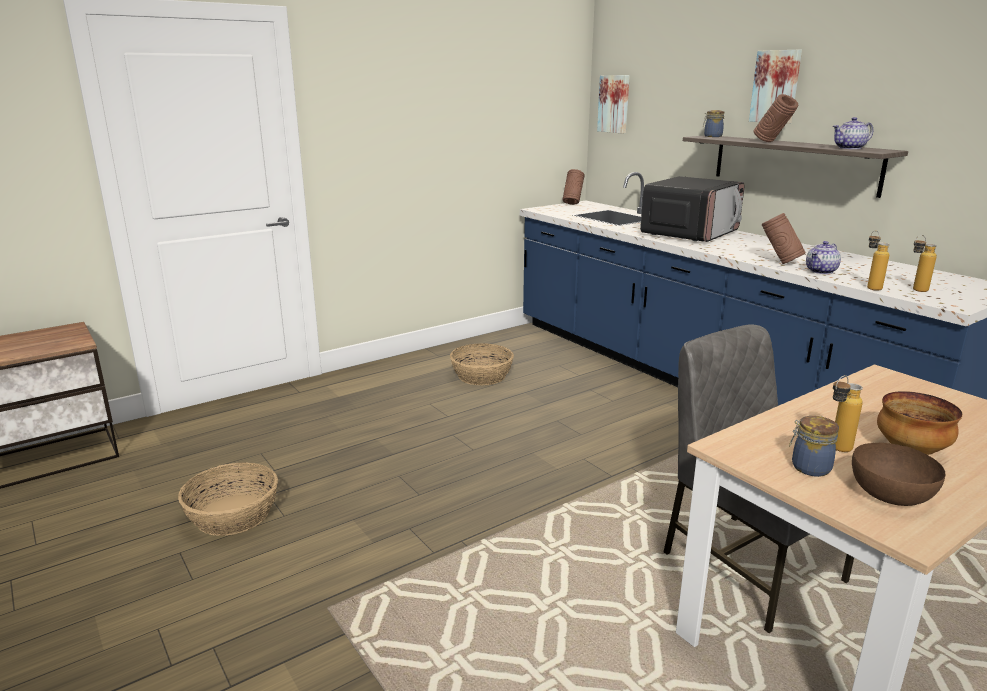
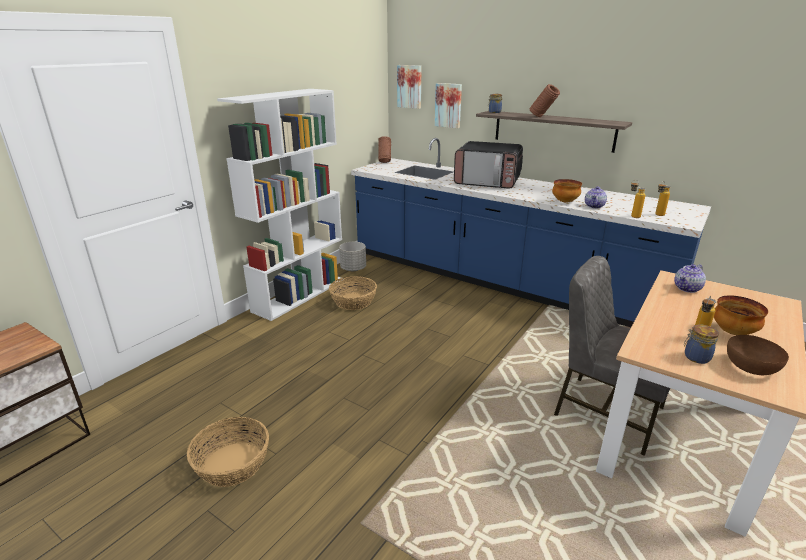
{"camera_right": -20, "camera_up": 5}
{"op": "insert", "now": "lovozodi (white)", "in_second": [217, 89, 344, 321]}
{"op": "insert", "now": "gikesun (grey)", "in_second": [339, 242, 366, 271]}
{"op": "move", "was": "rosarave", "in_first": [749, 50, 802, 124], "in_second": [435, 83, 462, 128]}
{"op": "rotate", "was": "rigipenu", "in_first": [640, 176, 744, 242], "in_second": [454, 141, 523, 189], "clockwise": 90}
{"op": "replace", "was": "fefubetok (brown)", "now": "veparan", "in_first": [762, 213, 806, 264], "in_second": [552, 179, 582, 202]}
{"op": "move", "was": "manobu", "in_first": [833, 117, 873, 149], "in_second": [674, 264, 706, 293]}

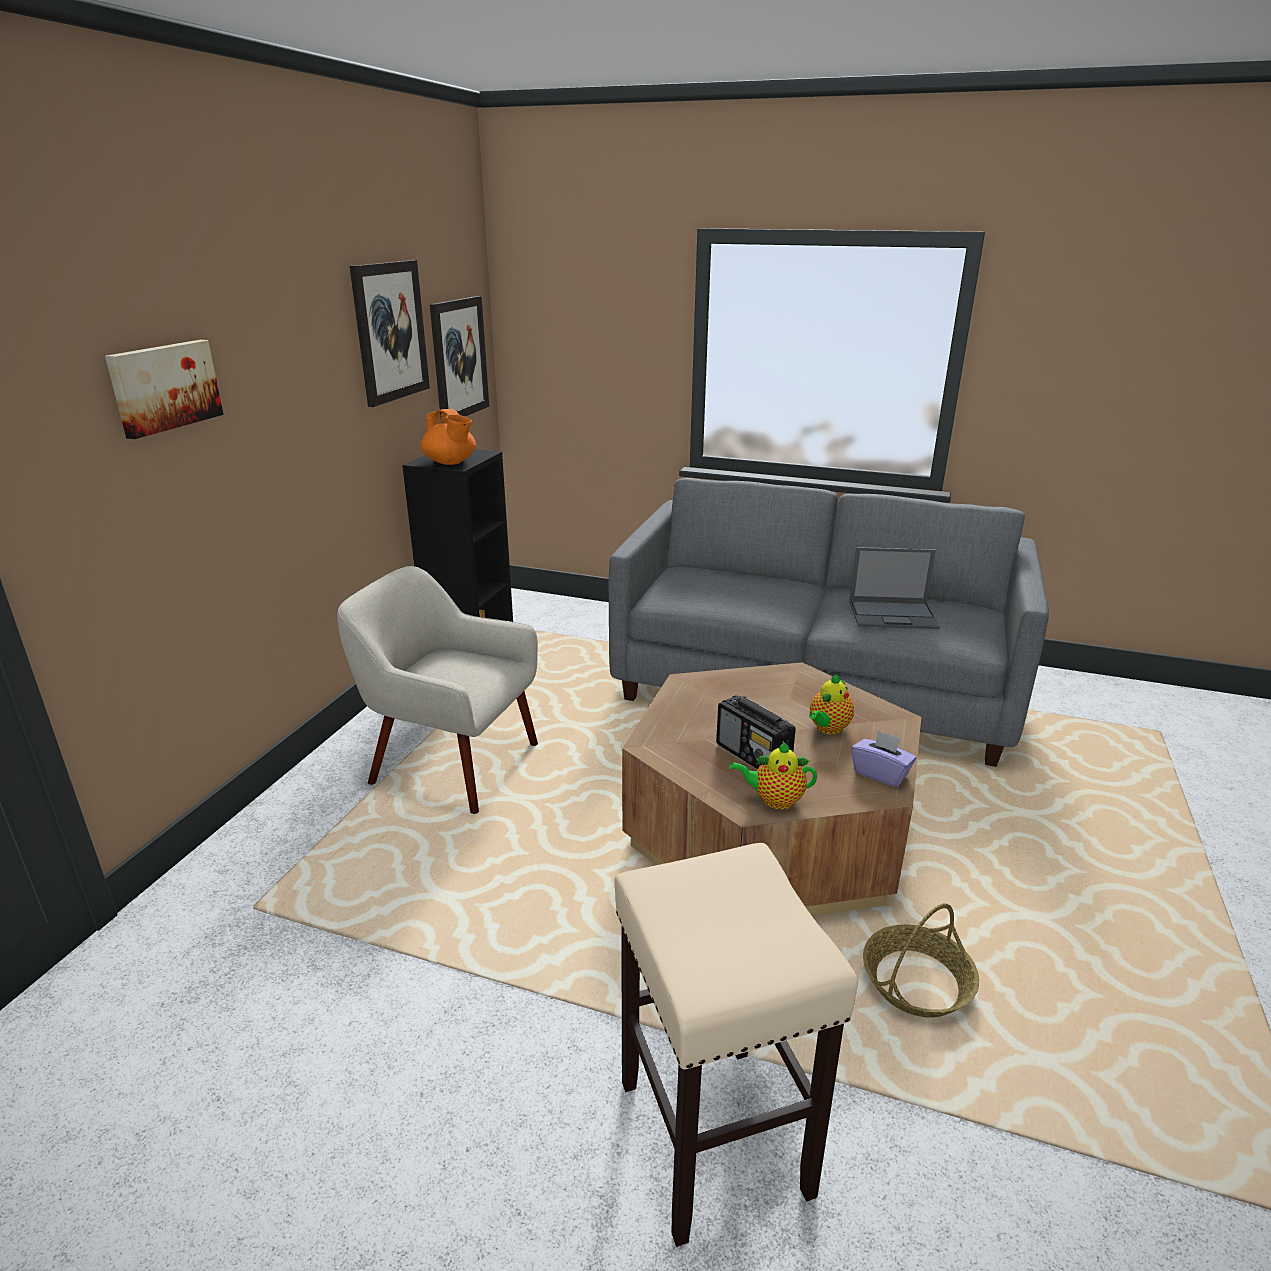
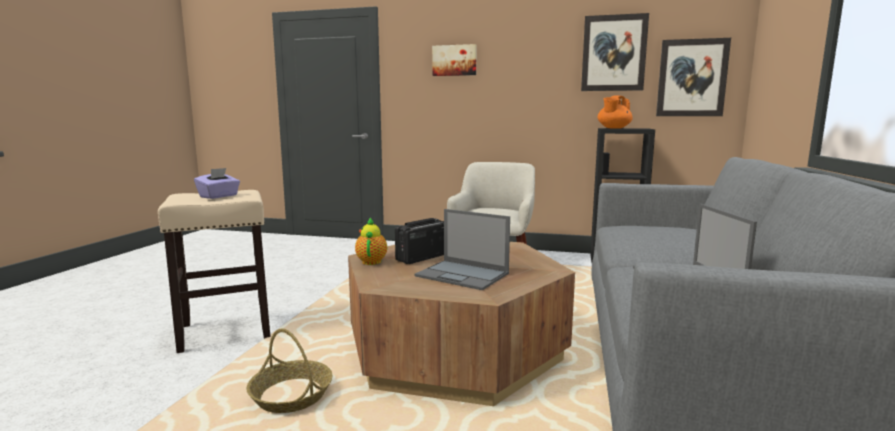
{"camera_right": 85, "camera_up": -15}
{"op": "move", "was": "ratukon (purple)", "in_first": [851, 730, 916, 787], "in_second": [194, 168, 240, 199]}
{"op": "replace", "was": "manobu", "now": "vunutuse", "in_first": [809, 674, 854, 735], "in_second": [415, 209, 510, 290]}

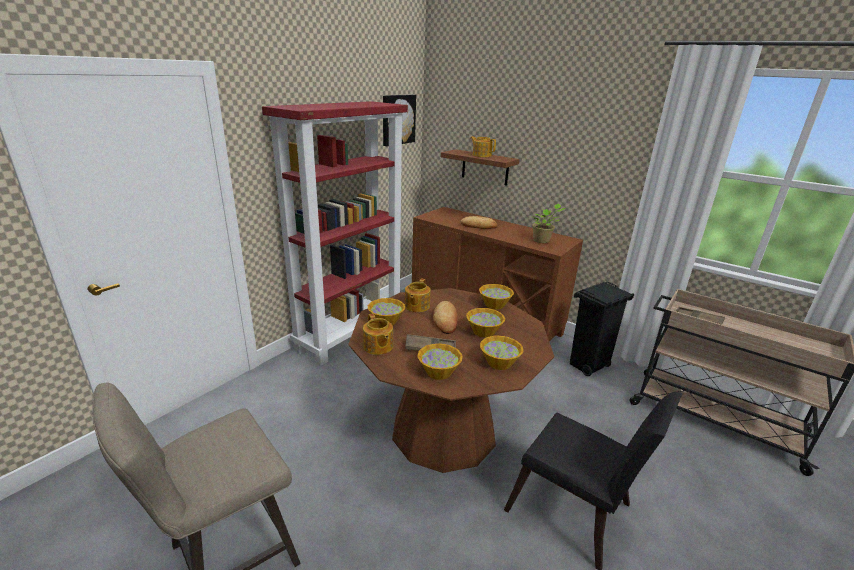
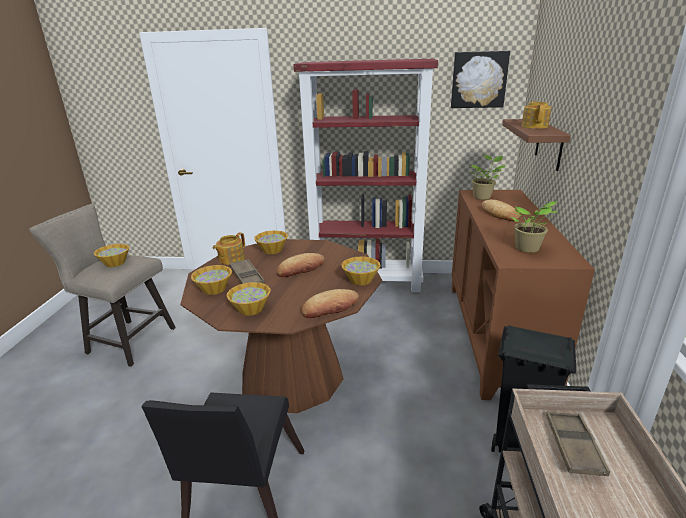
{"camera_right": 60, "camera_up": 0}
{"op": "move", "was": "veparan", "in_first": [466, 308, 505, 337], "in_second": [94, 244, 129, 267]}
{"op": "insert", "now": "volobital", "in_second": [301, 289, 359, 318]}
{"op": "insert", "now": "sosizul", "in_second": [470, 155, 505, 200]}
{"op": "delete", "was": "manobu", "in_first": [405, 278, 430, 312]}

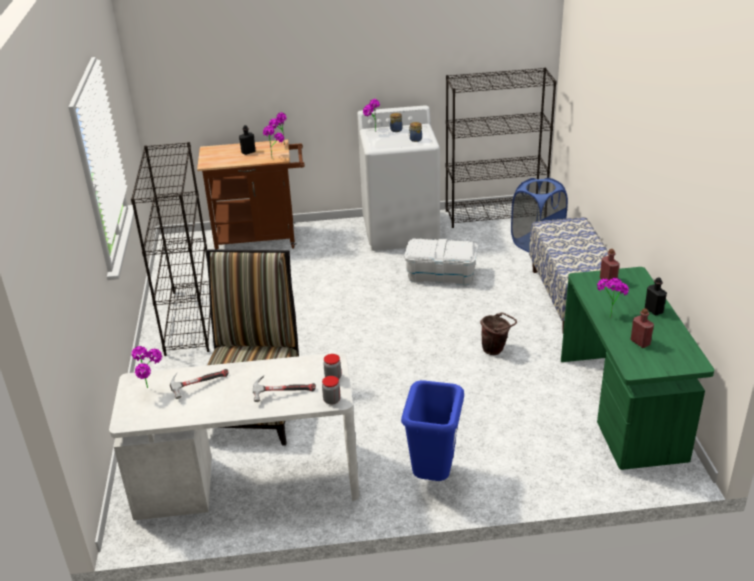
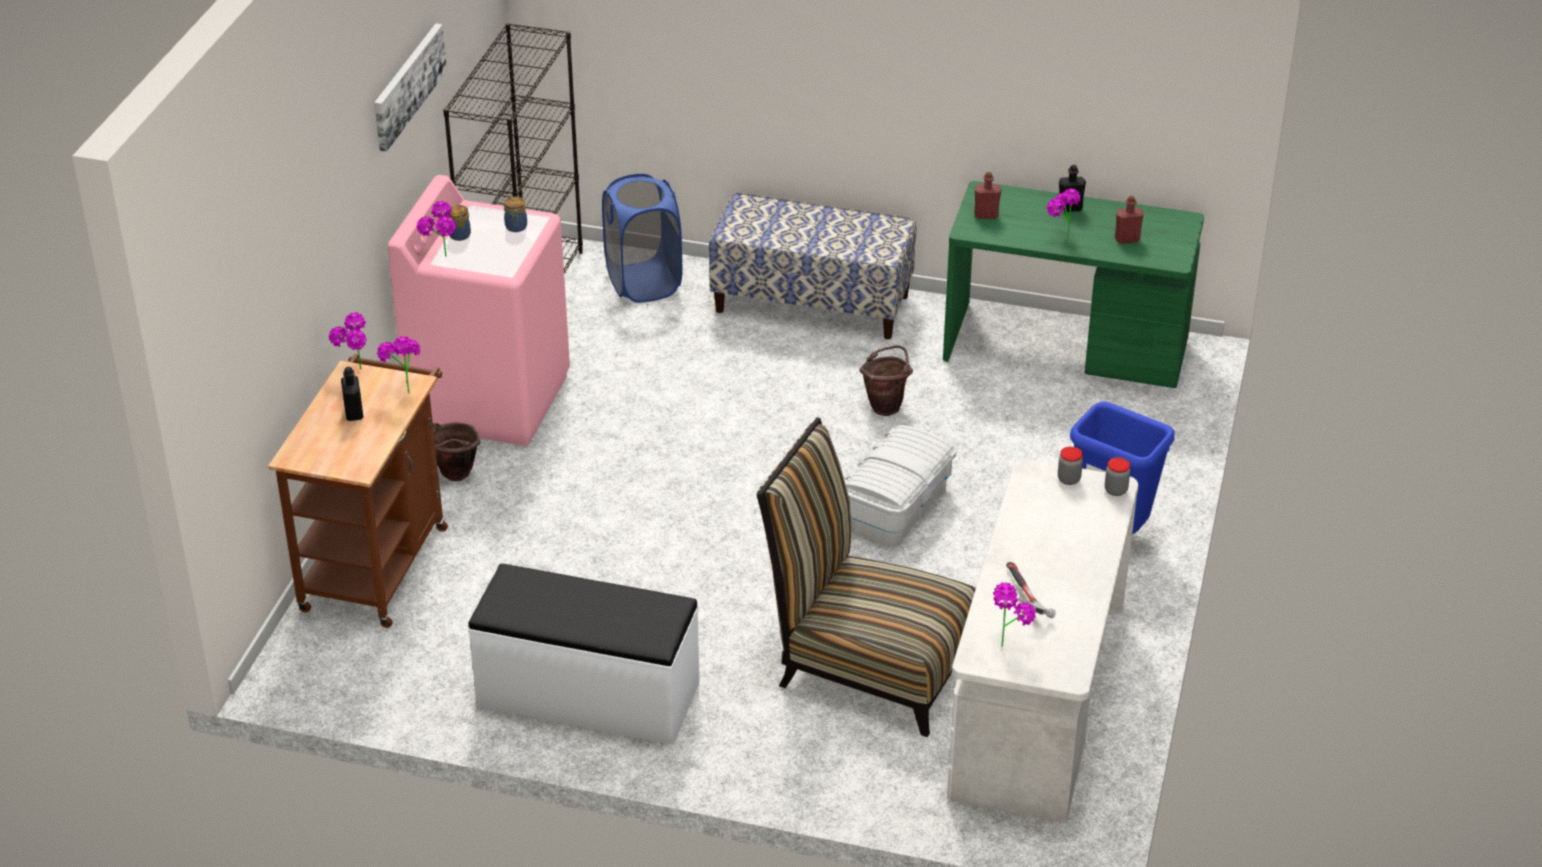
{"camera_right": -70, "camera_up": 5}
{"op": "insert", "now": "rosarave", "in_second": [374, 24, 447, 152]}
{"op": "recolor", "was": "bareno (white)", "now": "bareno (pink)", "in_first": [357, 105, 440, 251], "in_second": [388, 175, 570, 446]}
{"op": "insert", "now": "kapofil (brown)", "in_second": [433, 423, 480, 481]}
{"op": "replace", "was": "lovozodi (black)", "now": "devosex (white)", "in_first": [131, 142, 211, 356], "in_second": [468, 564, 700, 745]}
{"op": "move", "was": "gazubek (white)", "in_first": [404, 238, 478, 285], "in_second": [844, 425, 956, 546]}
{"op": "delete", "was": "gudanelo", "in_first": [253, 376, 316, 402]}

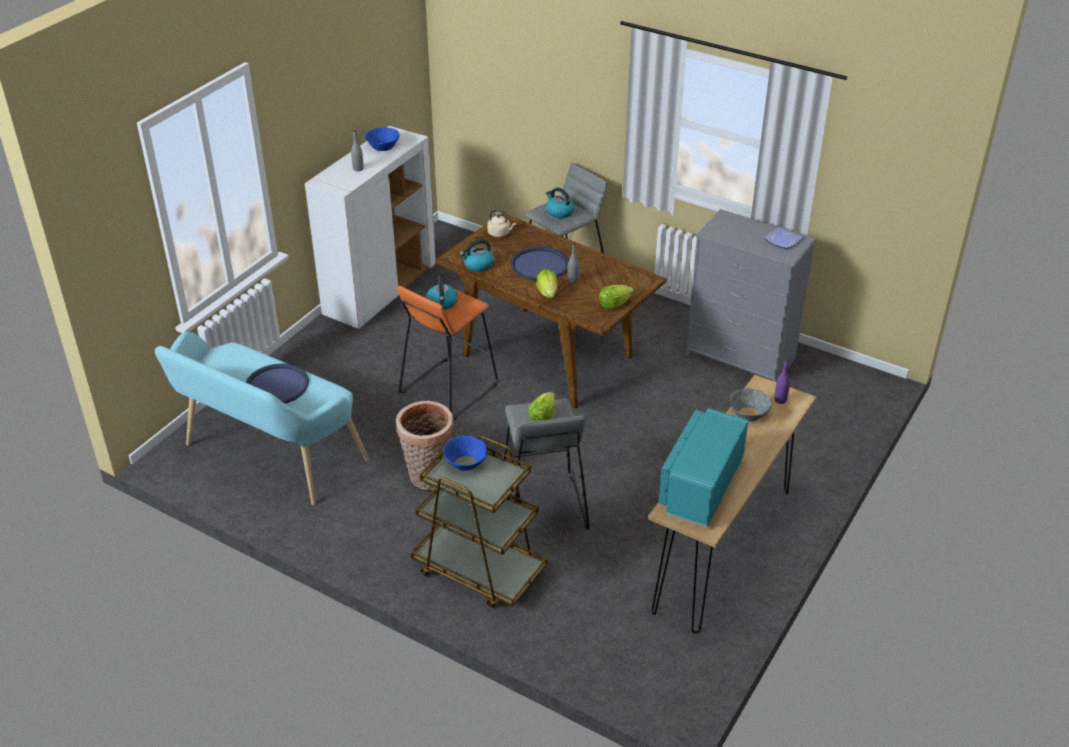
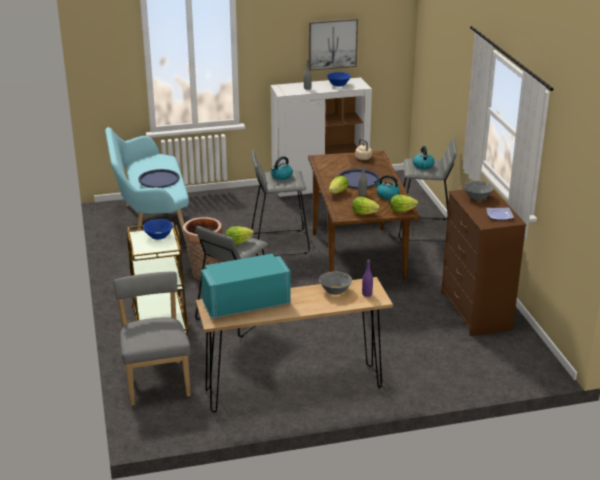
{"camera_right": 45, "camera_up": -10}
{"op": "insert", "now": "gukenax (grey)", "in_second": [113, 272, 191, 405]}
{"op": "recolor", "was": "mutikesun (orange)", "now": "mutikesun (grey)", "in_first": [397, 286, 498, 420], "in_second": [251, 150, 310, 256]}
{"op": "insert", "now": "rosarave", "in_second": [309, 18, 358, 71]}
{"op": "move", "was": "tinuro", "in_first": [459, 239, 494, 272], "in_second": [374, 175, 400, 200]}
{"op": "insert", "now": "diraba", "in_second": [390, 195, 418, 212]}
{"op": "recolor", "was": "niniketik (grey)", "now": "niniketik (brown)", "in_first": [686, 209, 816, 382], "in_second": [441, 189, 526, 336]}
{"op": "insert", "now": "veparan (grey)", "in_second": [464, 181, 494, 200]}

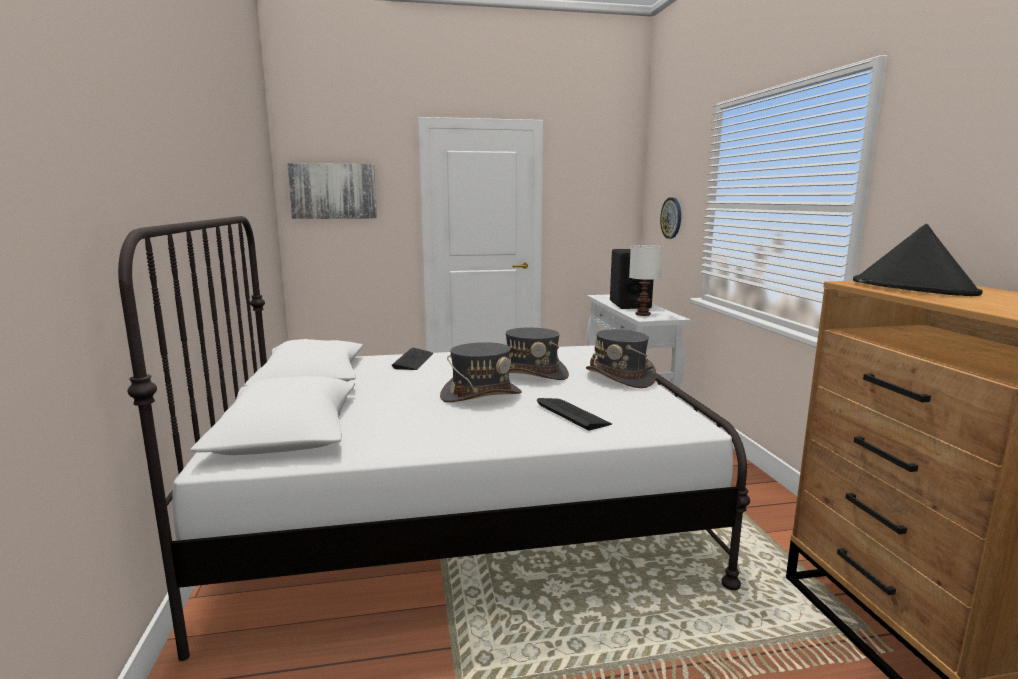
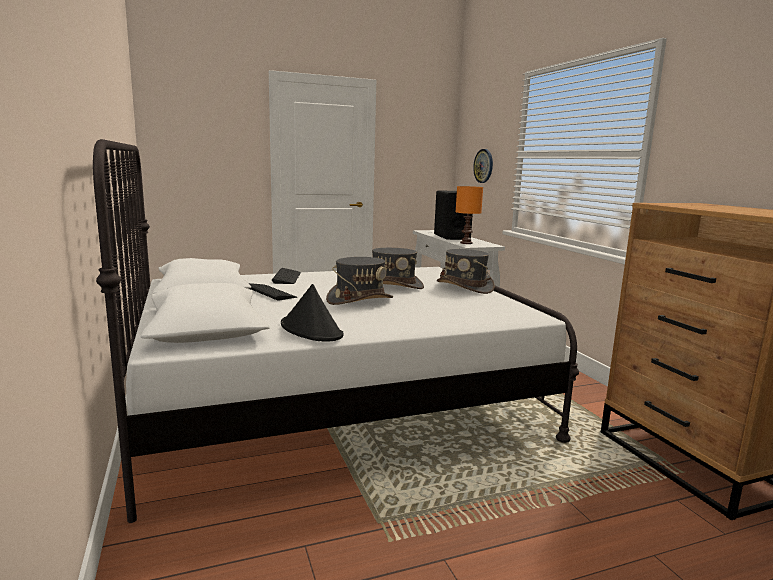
{"camera_right": -10, "camera_up": 0}
{"op": "move", "was": "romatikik", "in_first": [537, 398, 612, 430], "in_second": [249, 283, 297, 301]}
{"op": "move", "was": "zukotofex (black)", "in_first": [853, 224, 983, 296], "in_second": [281, 284, 343, 342]}
{"op": "recolor", "was": "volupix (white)", "now": "volupix (orange)", "in_first": [629, 245, 663, 316], "in_second": [456, 186, 483, 244]}
{"op": "delete", "was": "rosarave", "in_first": [287, 163, 377, 219]}

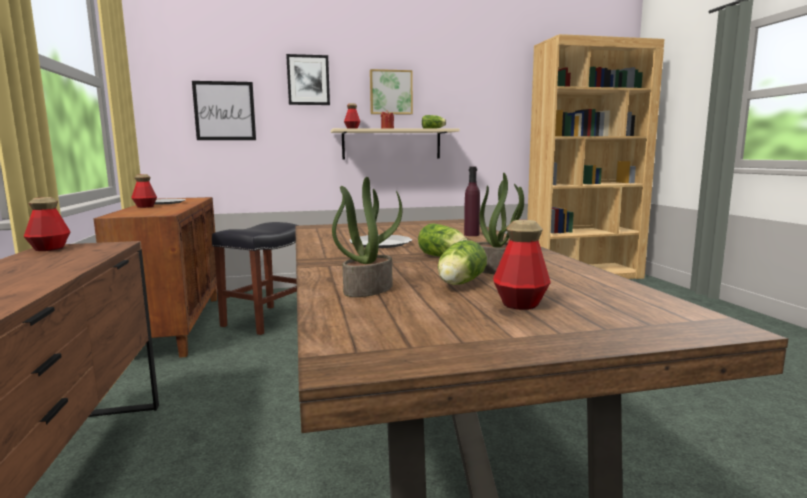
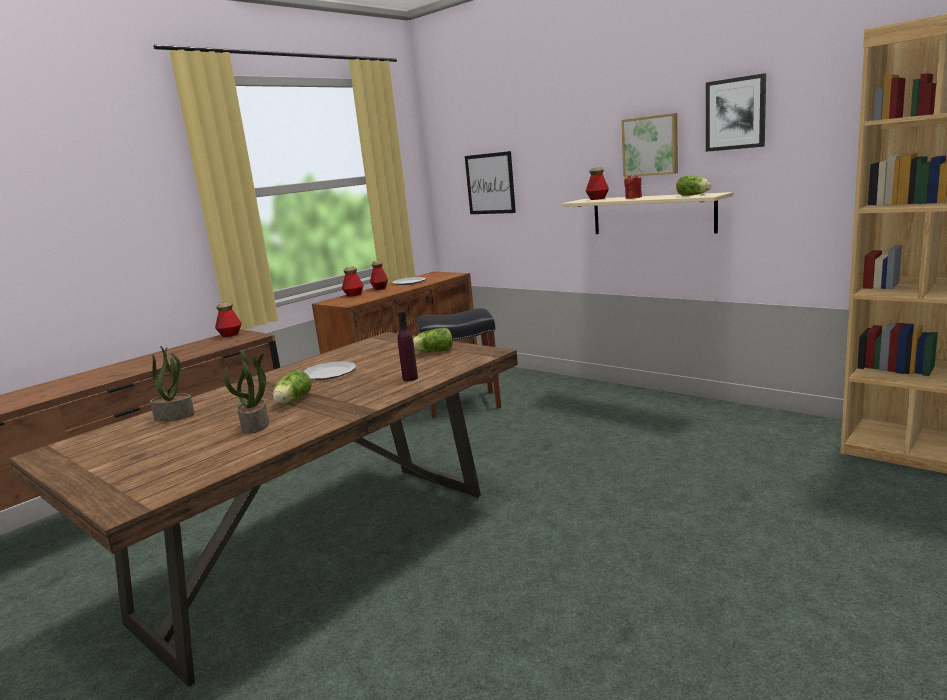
{"camera_right": 55, "camera_up": 5}
{"op": "move", "was": "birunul", "in_first": [493, 220, 551, 310], "in_second": [342, 267, 364, 296]}
{"op": "move", "was": "diraba", "in_first": [438, 240, 487, 285], "in_second": [413, 328, 453, 352]}
{"op": "move", "was": "rosarave", "in_first": [286, 54, 330, 105], "in_second": [706, 73, 766, 152]}

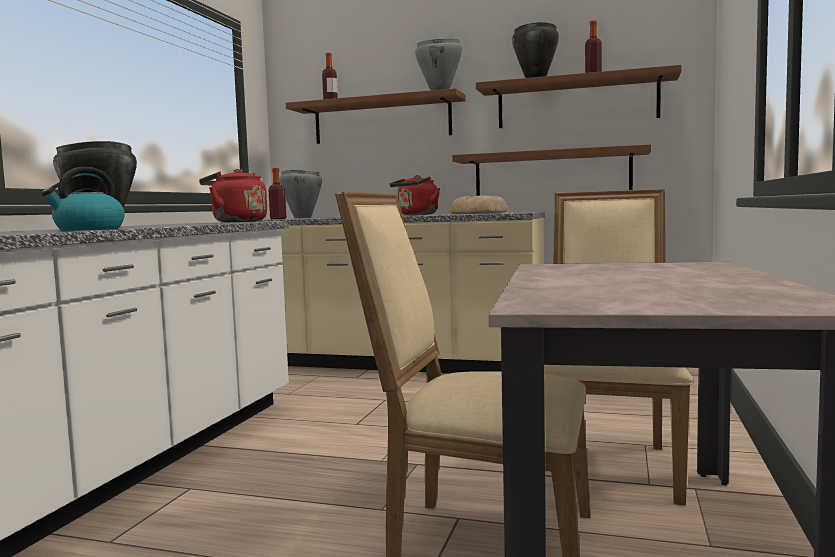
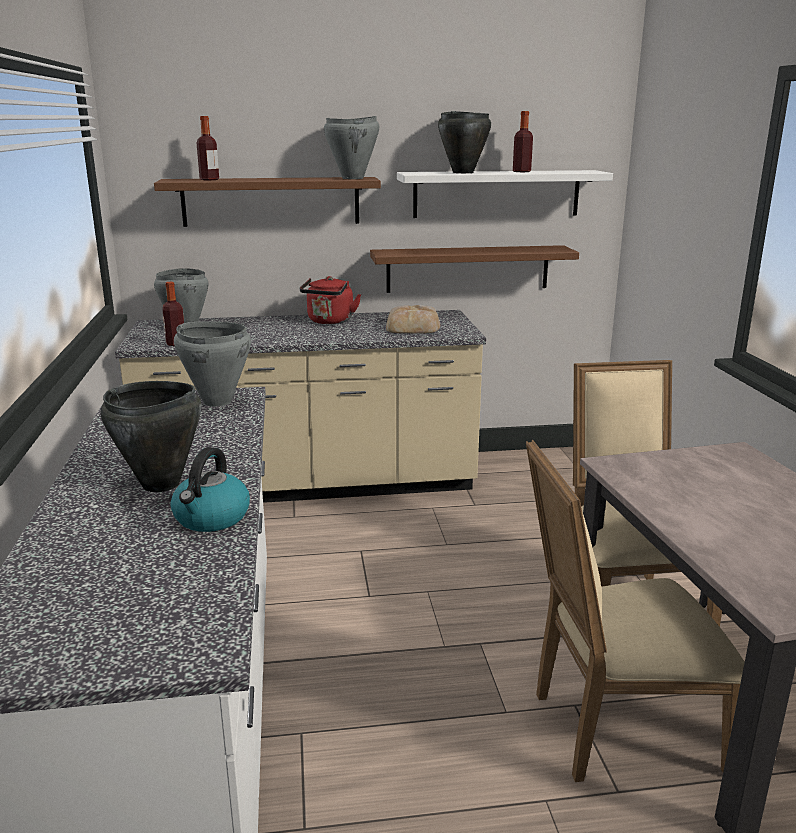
{"camera_right": -25, "camera_up": 15}
{"op": "replace", "was": "tinuro (red)", "now": "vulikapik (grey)", "in_first": [199, 169, 267, 222], "in_second": [174, 321, 251, 407]}
{"op": "recolor", "was": "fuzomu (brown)", "now": "fuzomu (white)", "in_first": [476, 65, 682, 128], "in_second": [397, 170, 613, 218]}

